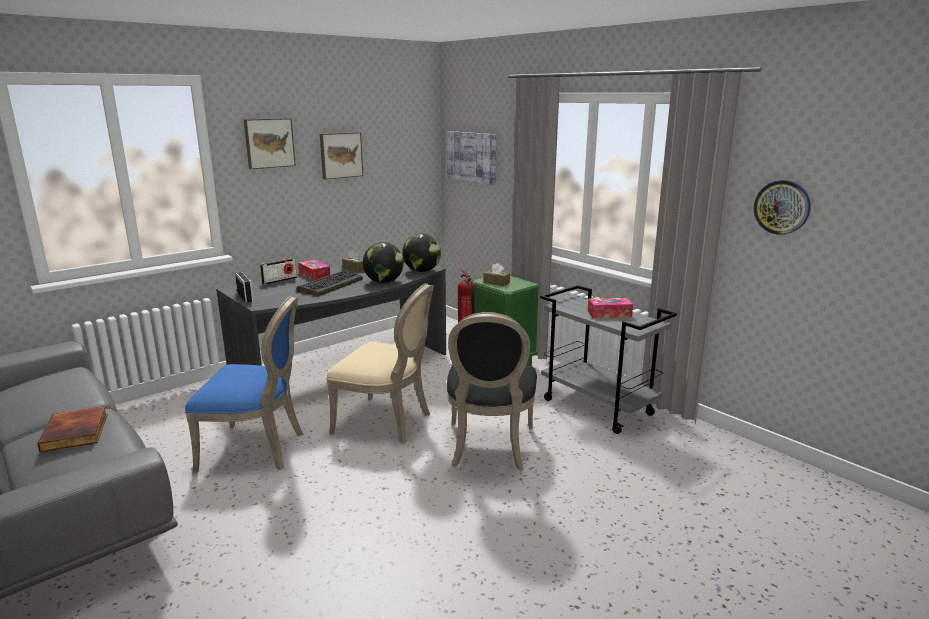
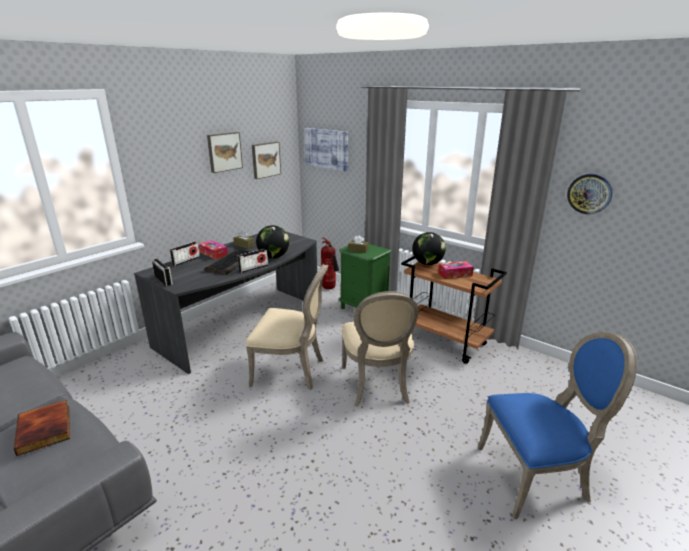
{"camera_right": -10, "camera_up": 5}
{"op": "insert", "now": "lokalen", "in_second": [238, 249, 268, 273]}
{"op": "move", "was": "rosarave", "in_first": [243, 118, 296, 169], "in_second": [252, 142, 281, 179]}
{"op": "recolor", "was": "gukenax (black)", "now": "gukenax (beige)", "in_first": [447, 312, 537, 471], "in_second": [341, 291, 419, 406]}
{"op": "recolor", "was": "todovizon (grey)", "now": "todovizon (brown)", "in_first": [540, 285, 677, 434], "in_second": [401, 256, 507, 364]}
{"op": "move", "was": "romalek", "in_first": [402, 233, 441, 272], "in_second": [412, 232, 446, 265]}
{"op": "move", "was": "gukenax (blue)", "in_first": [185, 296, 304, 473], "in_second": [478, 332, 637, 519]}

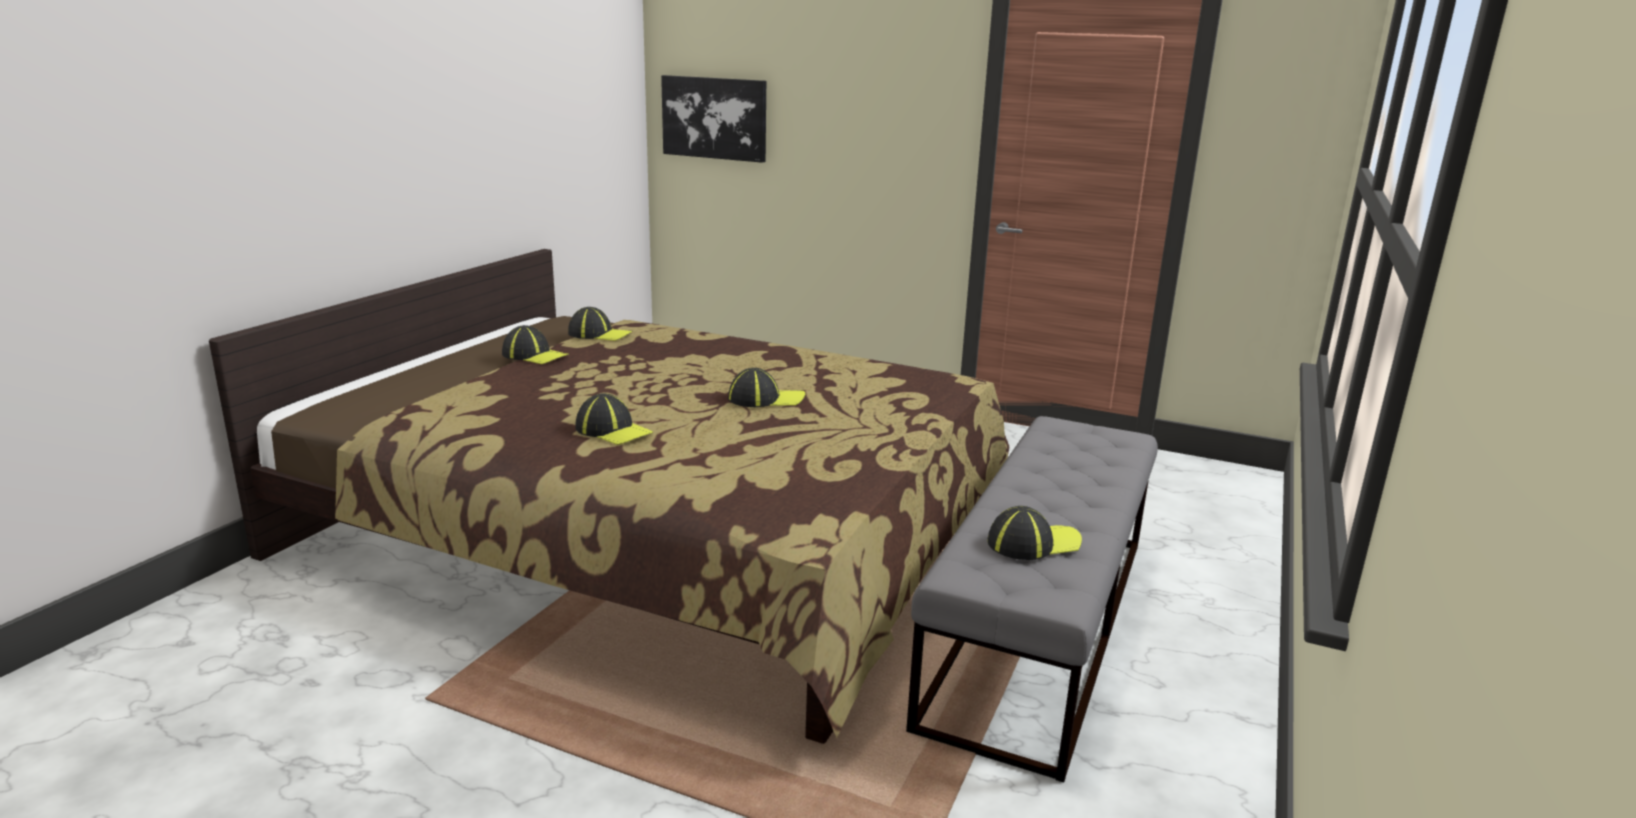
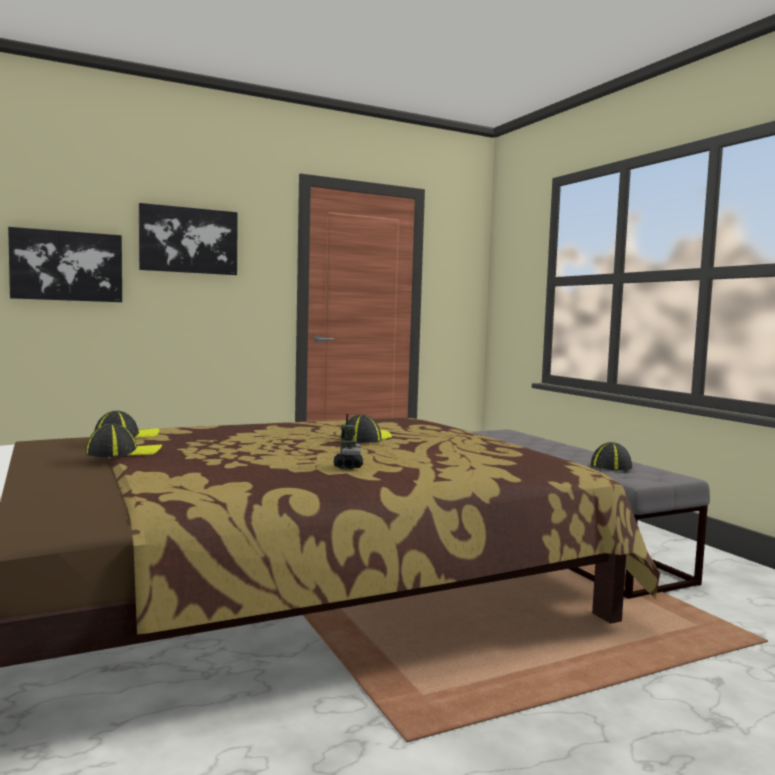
{"camera_right": -50, "camera_up": -15}
{"op": "insert", "now": "rosarave", "in_second": [139, 203, 238, 275]}
{"op": "replace", "was": "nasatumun", "now": "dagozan", "in_first": [576, 393, 653, 445], "in_second": [333, 414, 363, 469]}

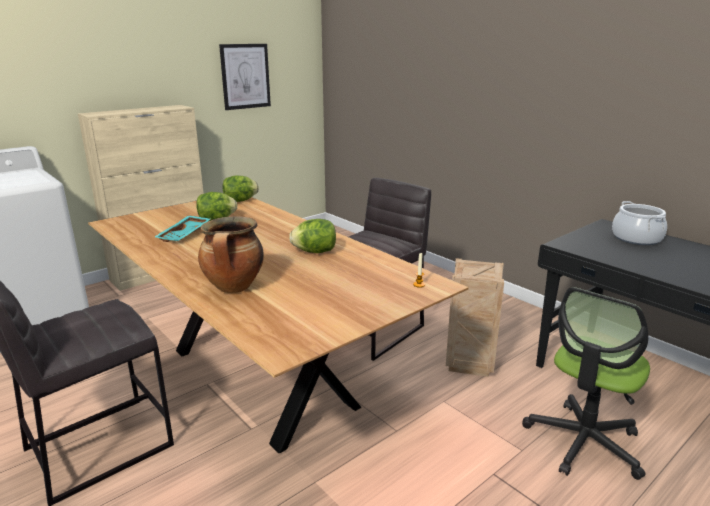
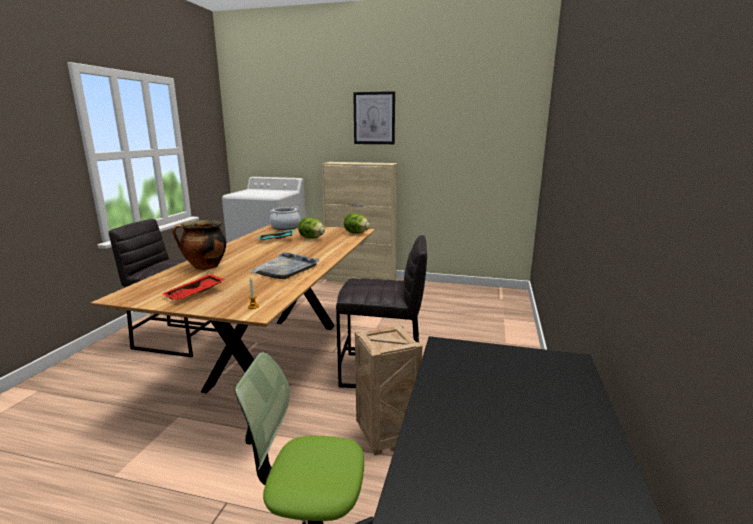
{"camera_right": 55, "camera_up": -5}
{"op": "insert", "now": "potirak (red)", "in_second": [162, 274, 225, 300]}
{"op": "replace", "was": "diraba", "now": "potirak (grey)", "in_first": [289, 219, 336, 253], "in_second": [249, 253, 319, 279]}
{"op": "move", "was": "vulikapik", "in_first": [612, 201, 667, 245], "in_second": [270, 207, 300, 230]}
{"op": "move", "was": "rosarave", "in_first": [219, 44, 271, 110], "in_second": [353, 91, 395, 144]}

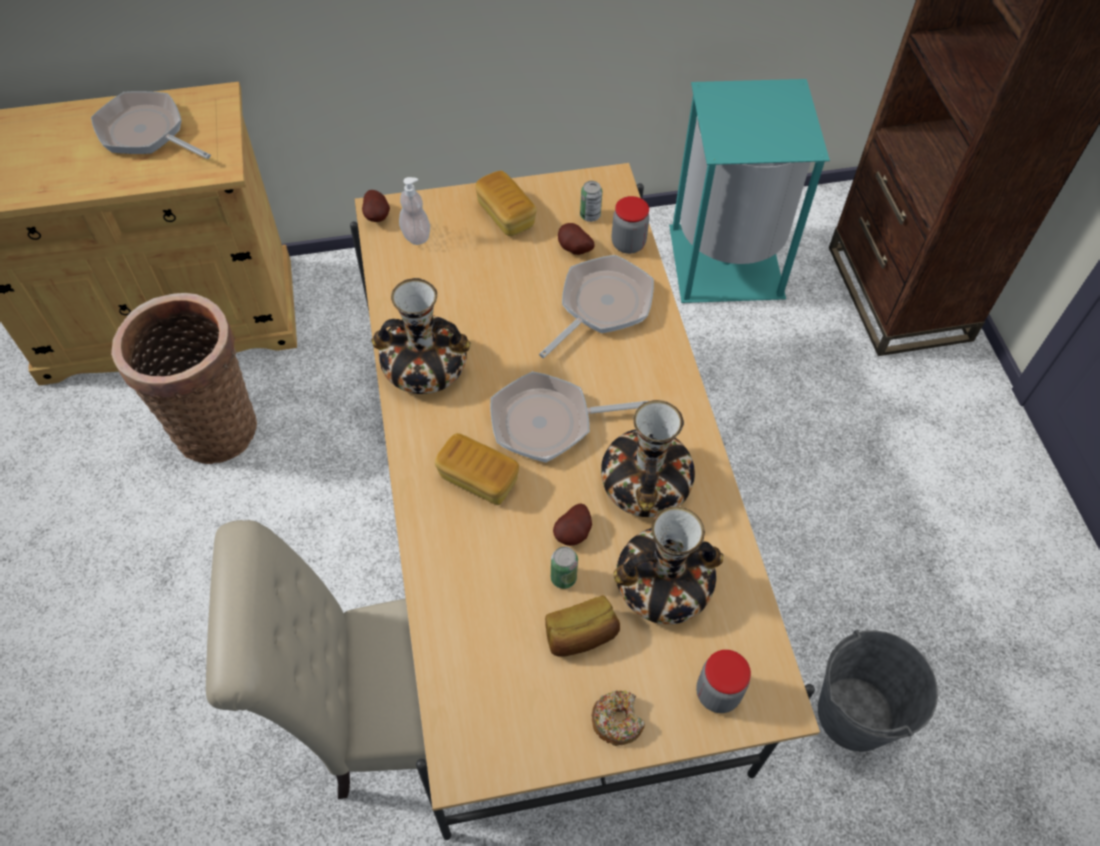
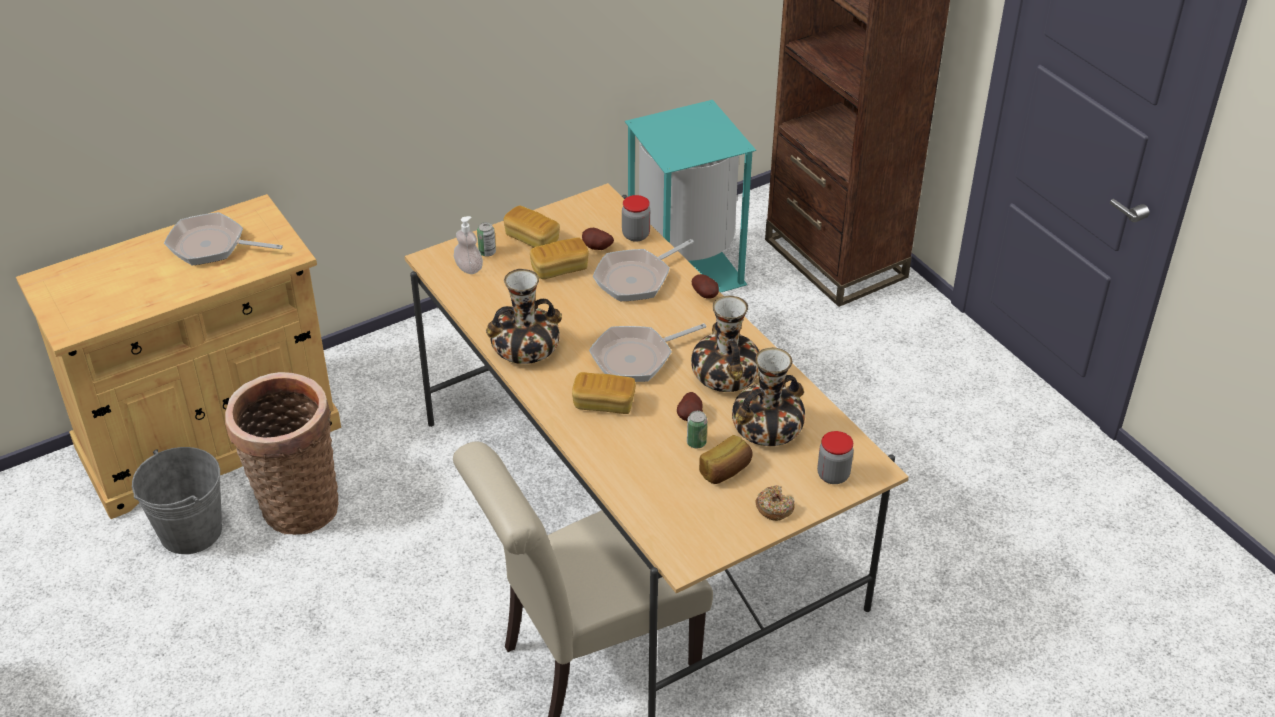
{"camera_right": -20, "camera_up": -15}
{"op": "move", "was": "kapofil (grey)", "in_first": [818, 630, 938, 752], "in_second": [132, 447, 222, 554]}
{"op": "move", "was": "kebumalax", "in_first": [580, 181, 602, 222], "in_second": [477, 222, 496, 257]}
{"op": "insert", "now": "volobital", "in_second": [530, 237, 589, 279]}
{"op": "rotate", "was": "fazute", "in_first": [539, 255, 654, 358], "in_second": [593, 239, 694, 301], "clockwise": -150}
{"op": "move", "was": "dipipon", "in_first": [362, 190, 390, 222], "in_second": [692, 274, 719, 299]}

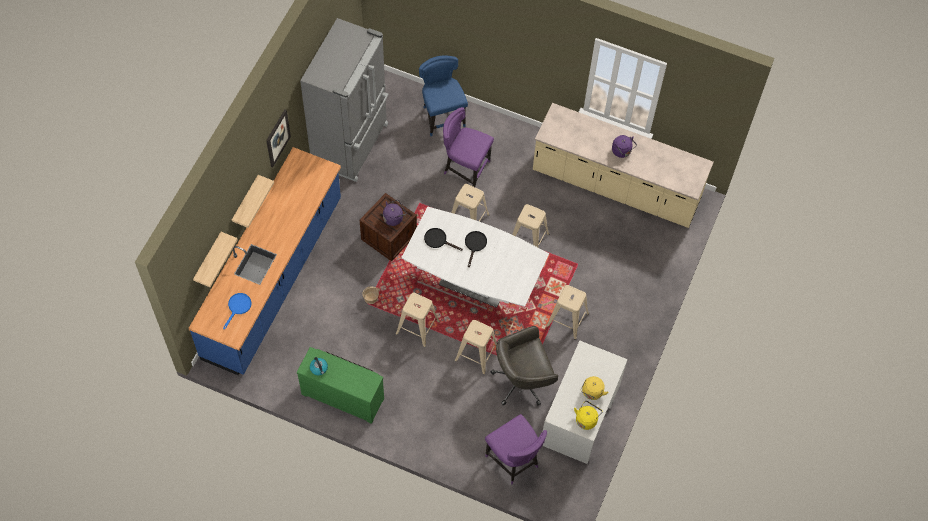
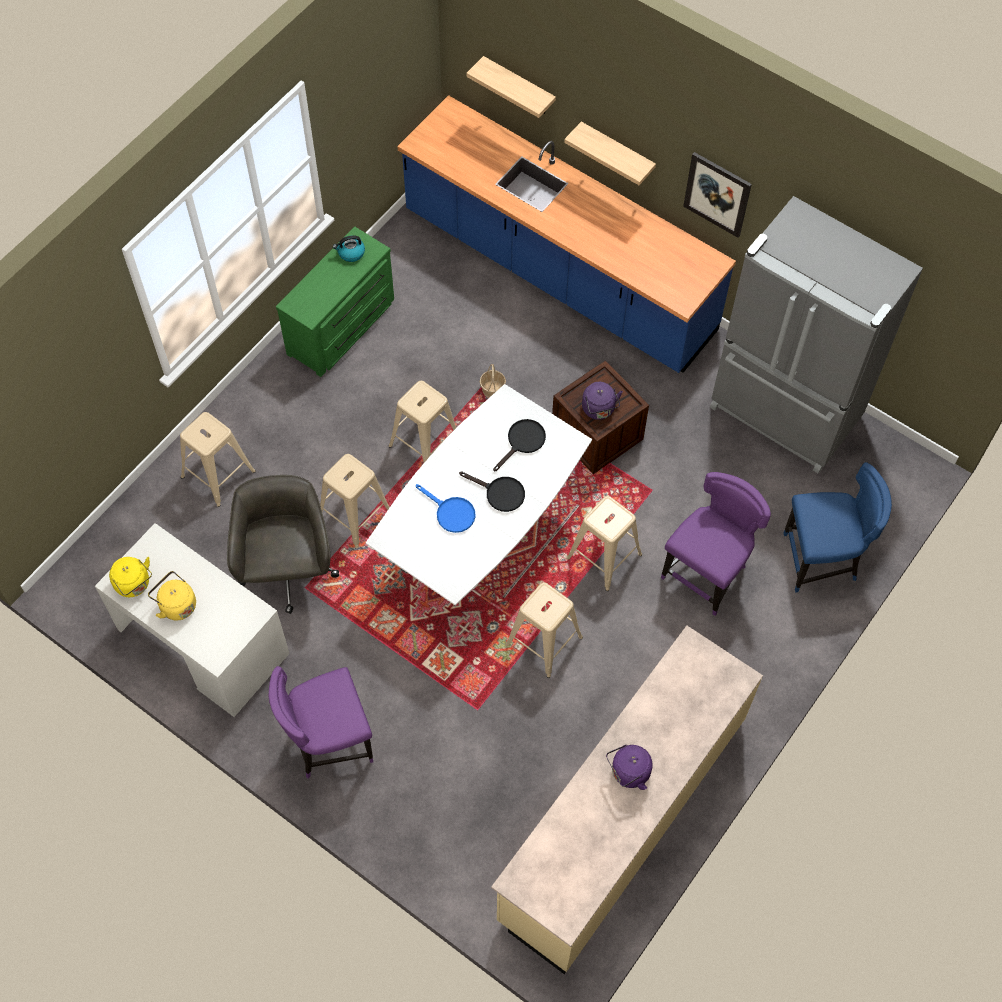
{"camera_right": 105, "camera_up": 0}
{"op": "move", "was": "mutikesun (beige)", "in_first": [546, 285, 589, 340], "in_second": [180, 412, 256, 507]}
{"op": "move", "was": "gukenax (purple)", "in_first": [485, 414, 547, 485], "in_second": [269, 666, 373, 779]}
{"op": "move", "was": "fazute (blue)", "in_first": [223, 293, 251, 329], "in_second": [416, 484, 476, 533]}

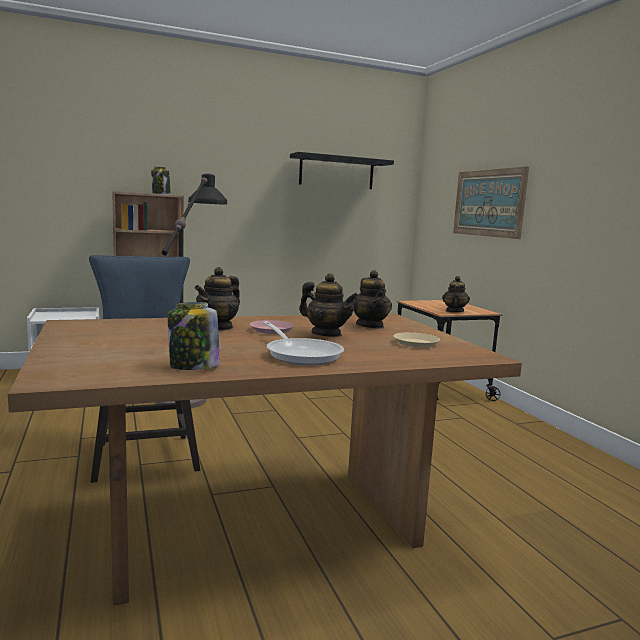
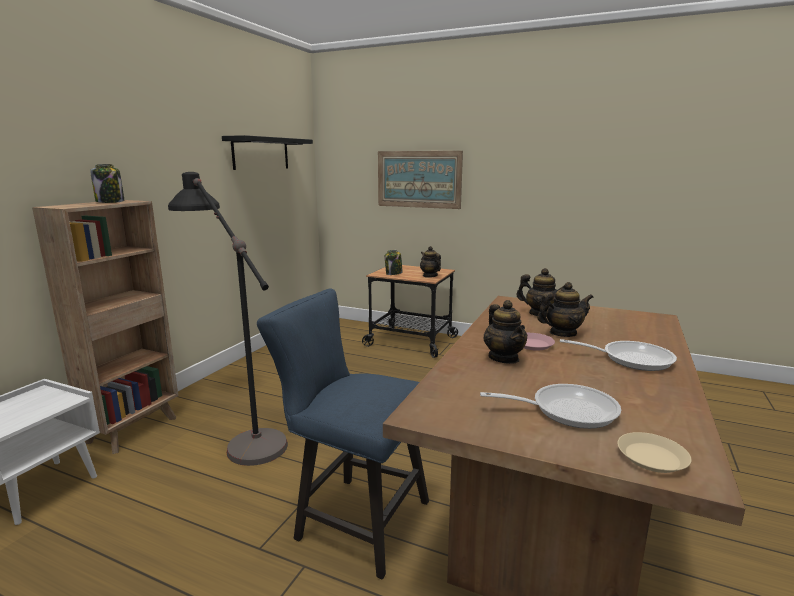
{"camera_right": -45, "camera_up": 5}
{"op": "move", "was": "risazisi", "in_first": [168, 302, 220, 370], "in_second": [385, 250, 403, 275]}
{"op": "insert", "now": "fazute", "in_second": [480, 384, 621, 429]}
{"op": "move", "was": "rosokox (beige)", "in_first": [393, 332, 440, 348], "in_second": [617, 432, 692, 473]}

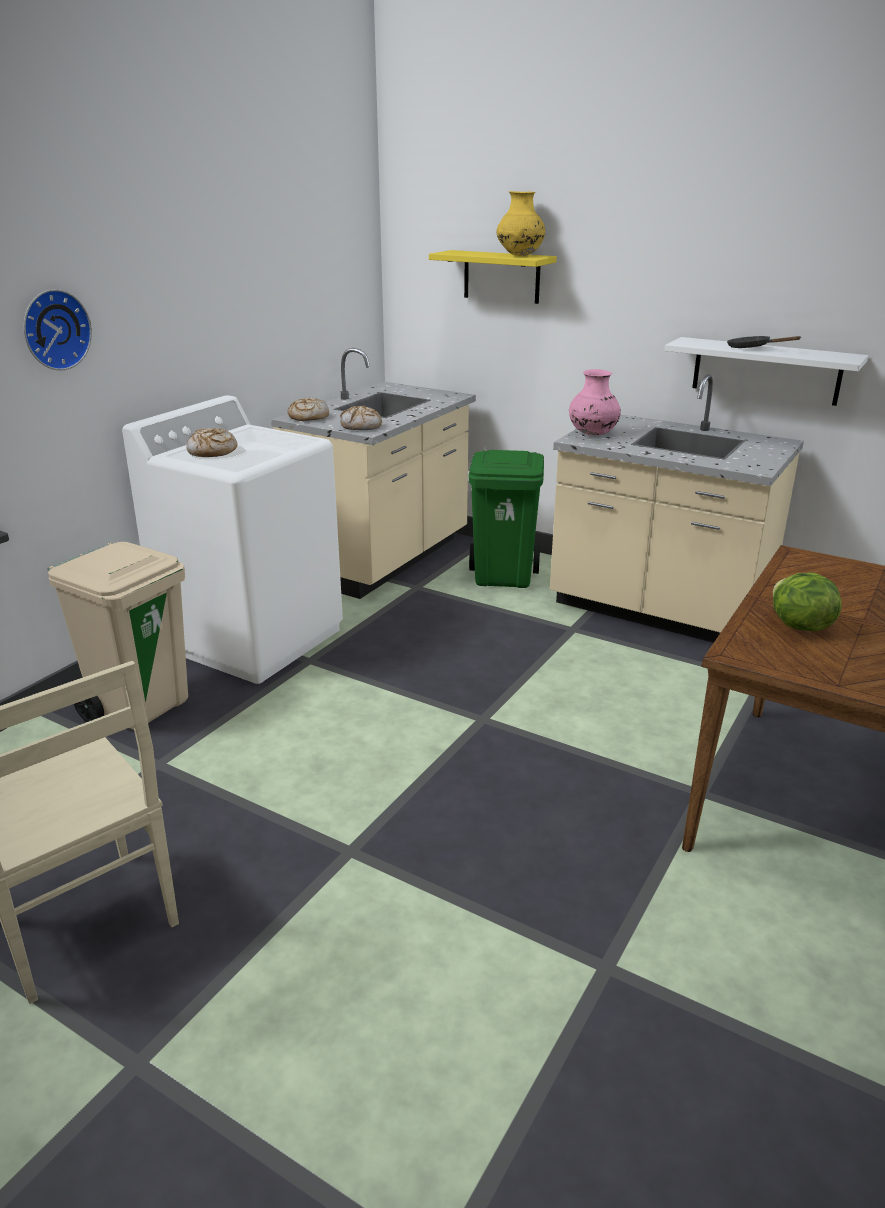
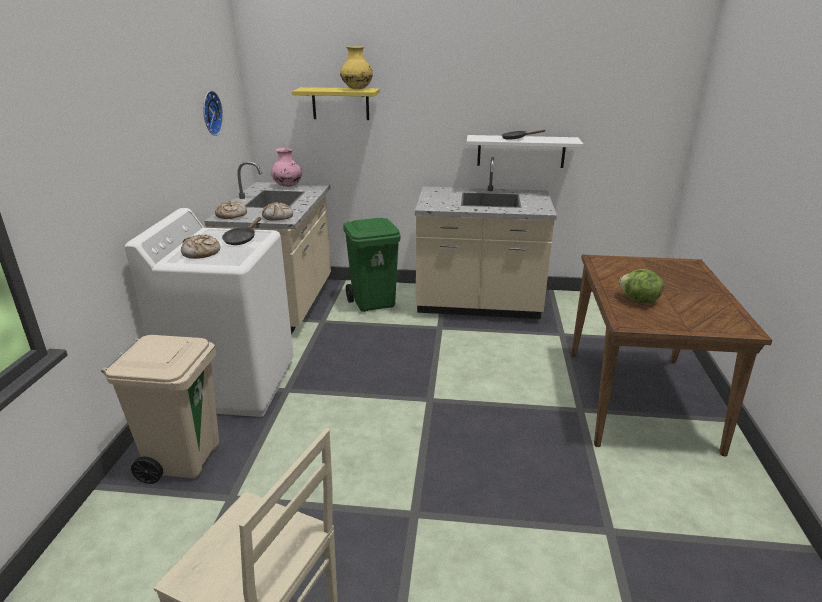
{"camera_right": -25, "camera_up": 0}
{"op": "move", "was": "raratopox", "in_first": [24, 289, 92, 370], "in_second": [203, 91, 223, 136]}
{"op": "insert", "now": "fazute (black)", "in_second": [222, 217, 261, 245]}
{"op": "move", "was": "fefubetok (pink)", "in_first": [569, 369, 621, 436], "in_second": [271, 148, 302, 187]}

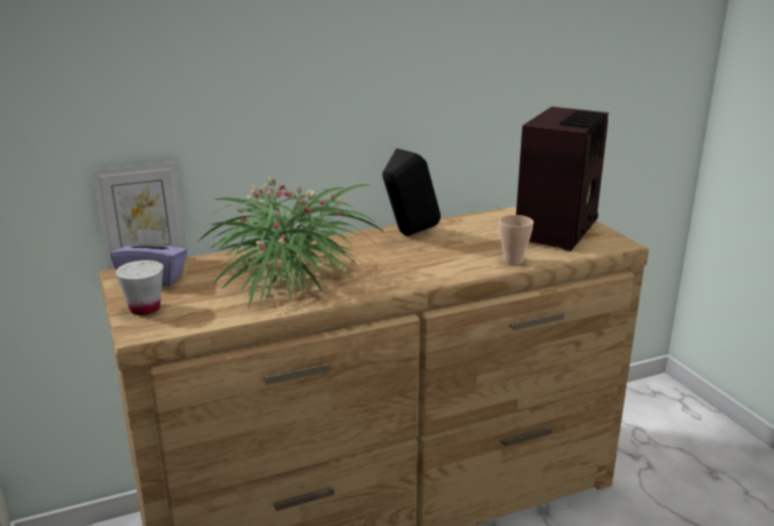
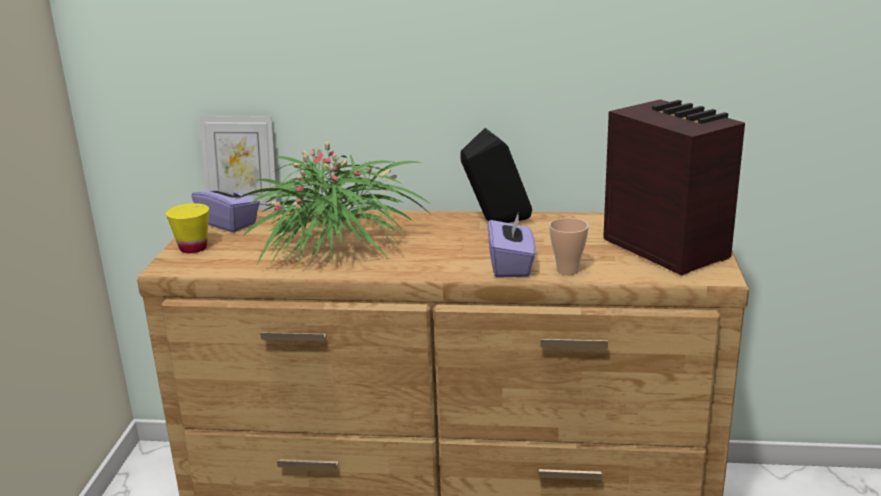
{"camera_right": 30, "camera_up": 0}
{"op": "recolor", "was": "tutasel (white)", "now": "tutasel (yellow)", "in_first": [115, 260, 163, 315], "in_second": [166, 203, 209, 253]}
{"op": "insert", "now": "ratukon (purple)", "in_second": [488, 211, 536, 278]}
{"op": "rotate", "was": "lokalen", "in_first": [516, 106, 609, 251], "in_second": [603, 99, 745, 276], "clockwise": -90}

